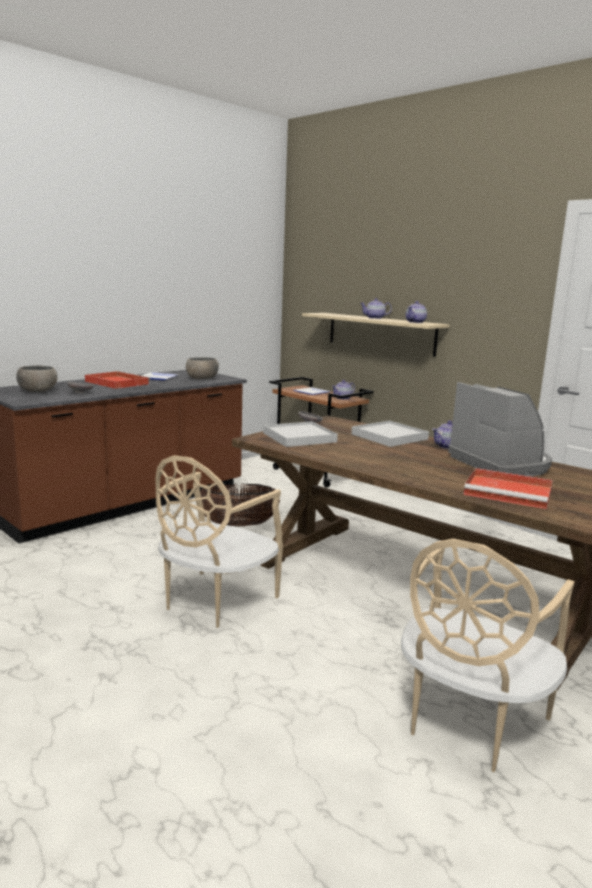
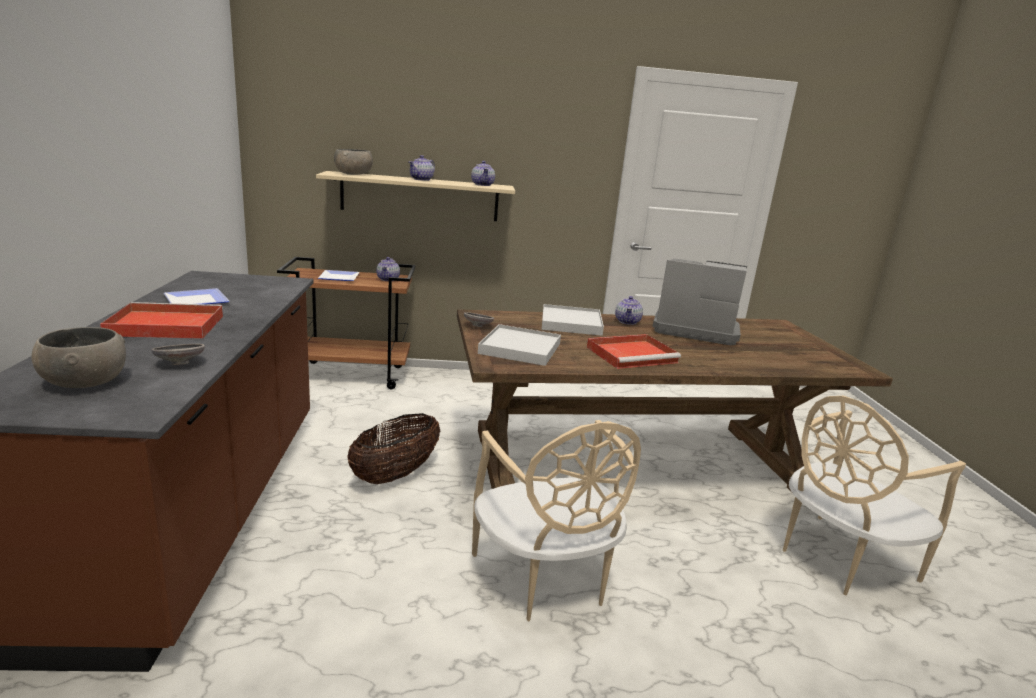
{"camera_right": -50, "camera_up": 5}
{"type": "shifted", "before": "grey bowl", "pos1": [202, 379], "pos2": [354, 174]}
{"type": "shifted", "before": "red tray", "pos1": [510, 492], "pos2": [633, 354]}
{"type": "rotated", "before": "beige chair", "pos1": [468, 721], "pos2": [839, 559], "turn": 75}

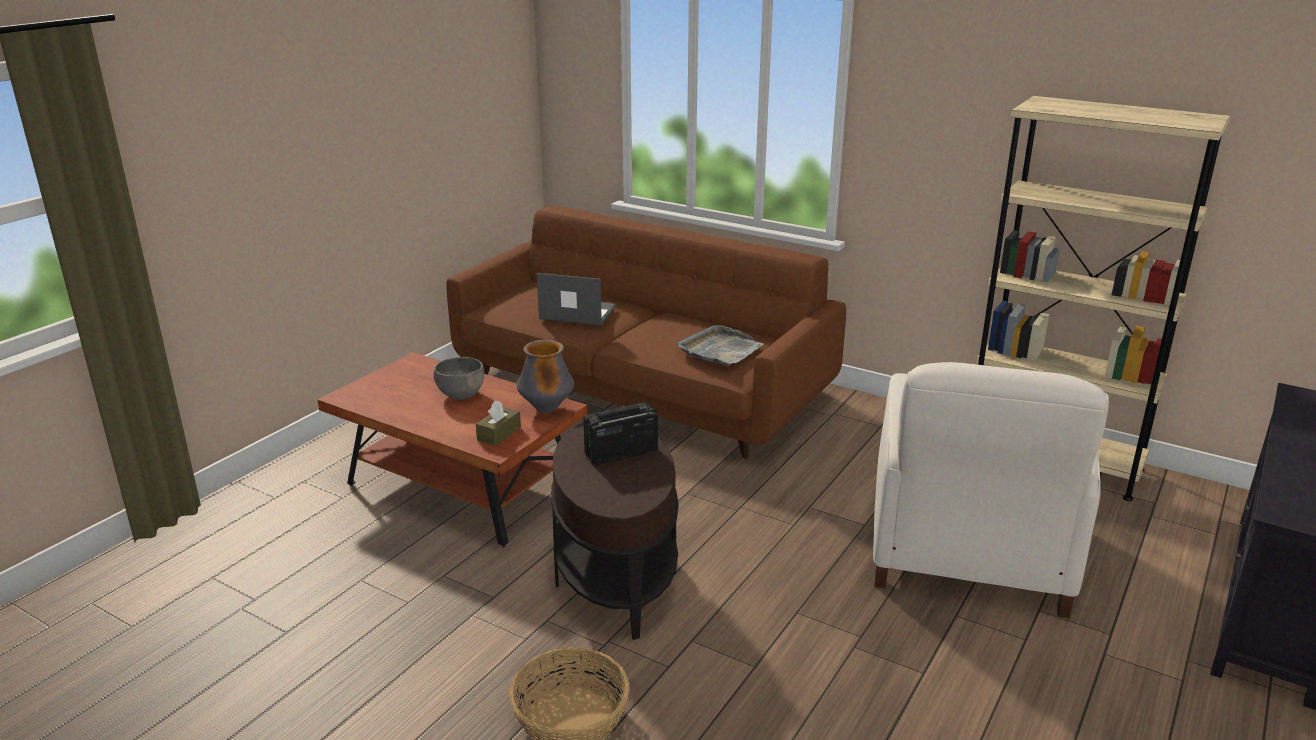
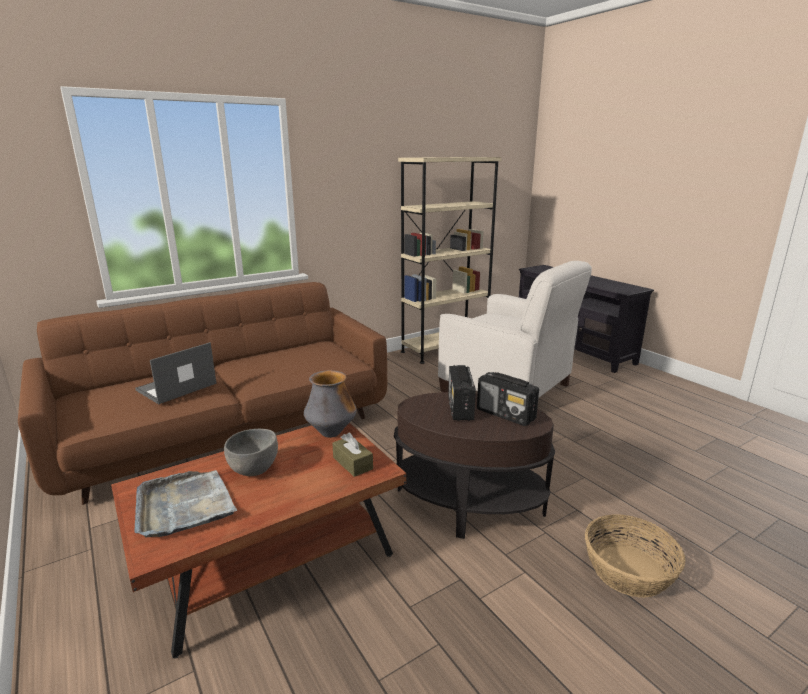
{"camera_right": -65, "camera_up": -5}
{"type": "new", "after": "radio", "pos2": [506, 414]}
{"type": "shifted", "before": "grey tray", "pos1": [720, 349], "pos2": [184, 505]}

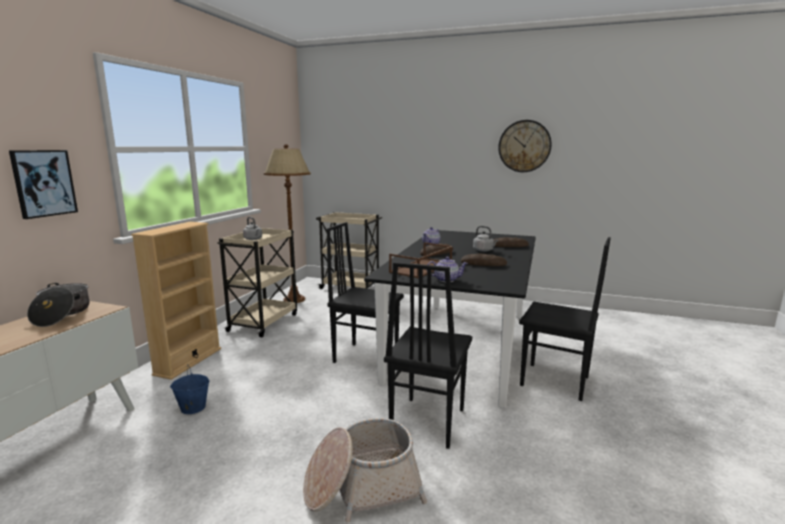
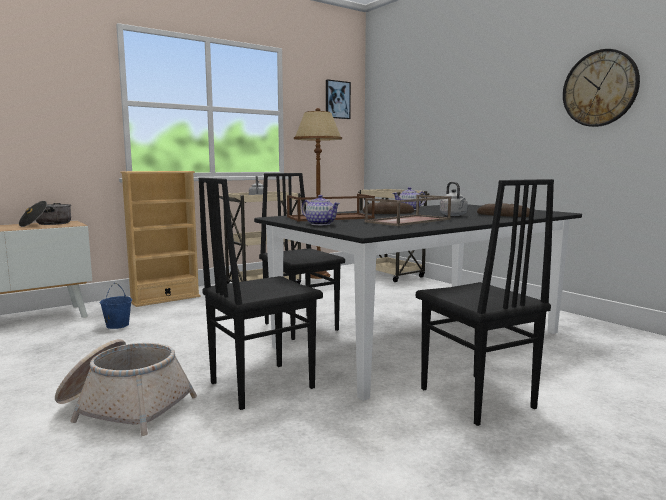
{"camera_right": 35, "camera_up": -5}
{"type": "shifted", "before": "picture", "pos1": [43, 183], "pos2": [337, 99]}
{"type": "swapped", "before": "bread", "after": "brown tray", "pos1": [483, 264], "pos2": [408, 221]}

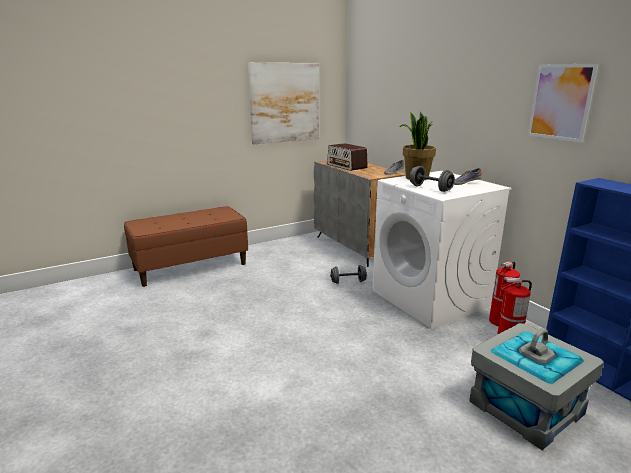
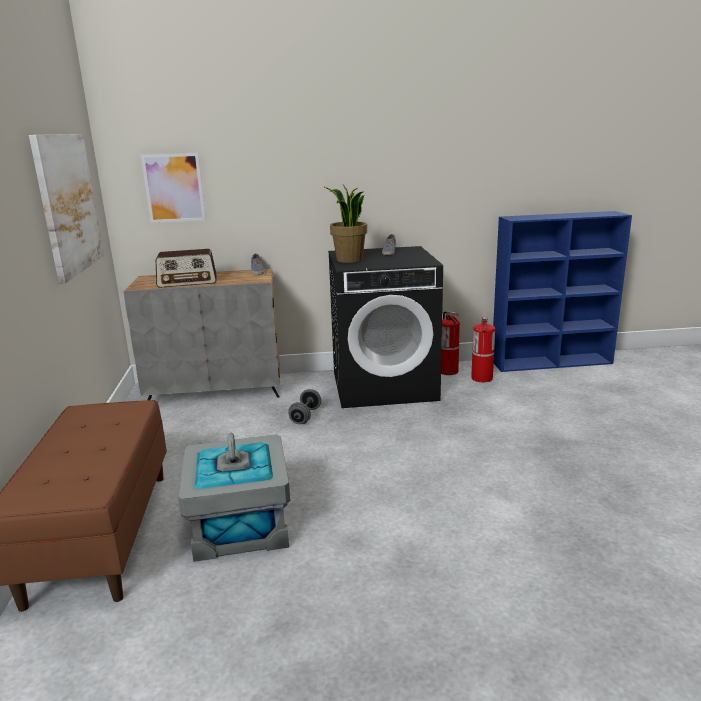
{"camera_right": -65, "camera_up": 0}
{"type": "gone", "before": "grey dumbbell", "pos1": [430, 188]}
{"type": "shifted", "before": "grey storage box", "pos1": [525, 407], "pos2": [240, 526]}
{"type": "shifted", "before": "picture", "pos1": [560, 102], "pos2": [174, 188]}
{"type": "repainted", "before": "white washing machine", "after": "black washing machine", "pos1": [431, 298], "pos2": [384, 386]}

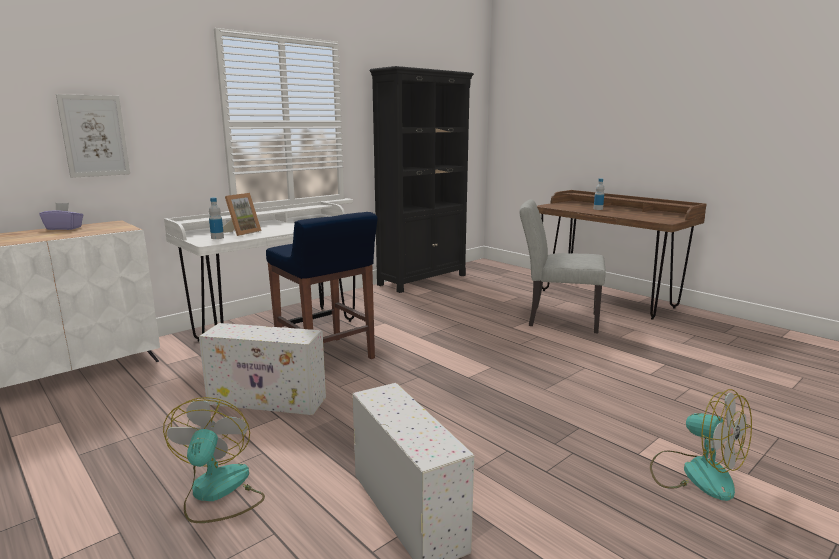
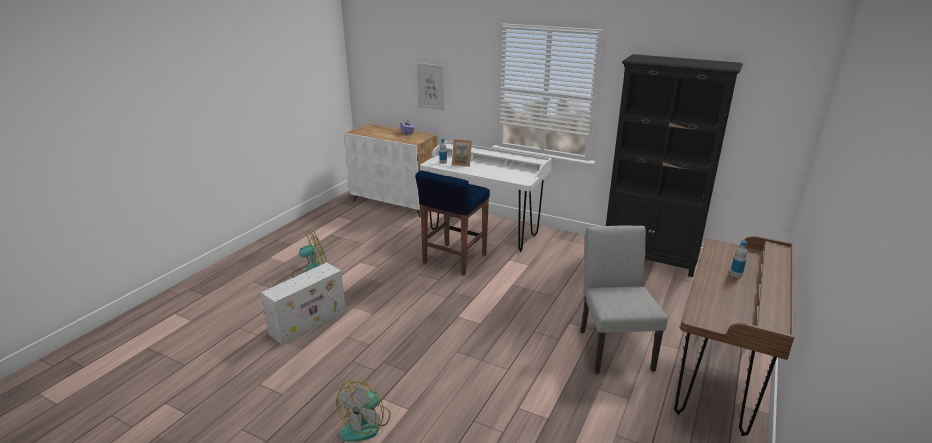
{"camera_right": 70, "camera_up": 10}
{"type": "gone", "before": "white storage box", "pos1": [268, 401]}

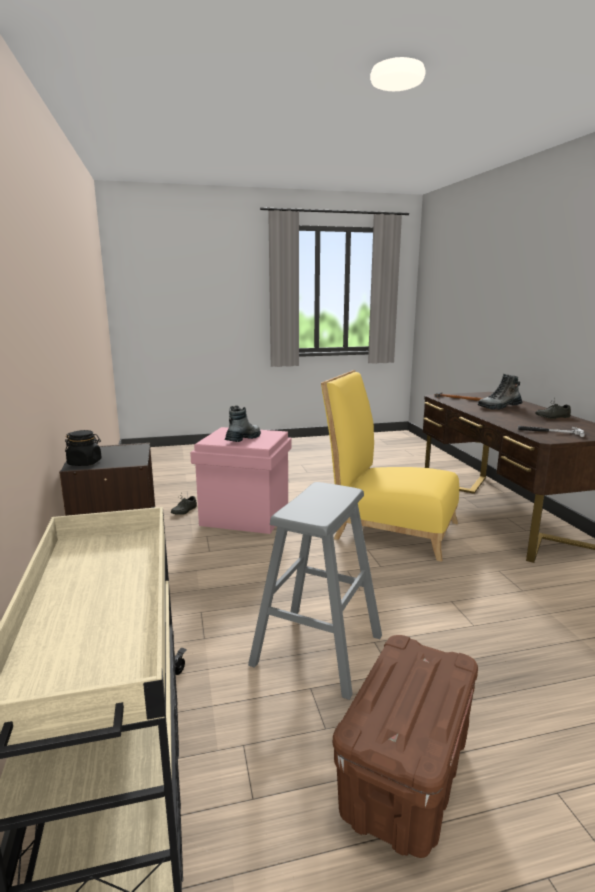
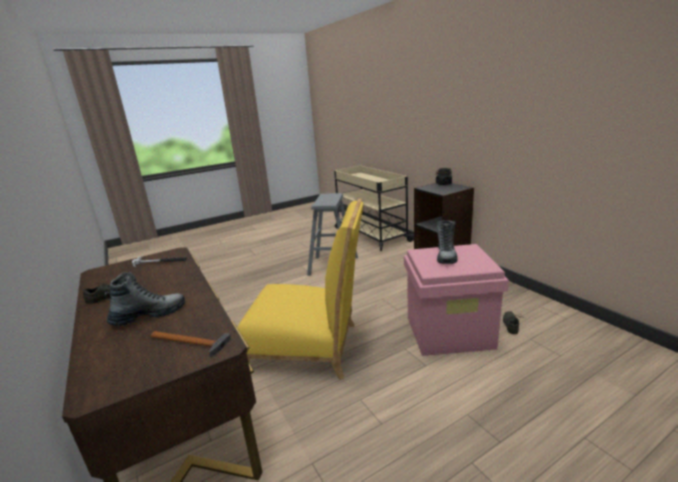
{"camera_right": 165, "camera_up": 5}
{"type": "gone", "before": "brown storage box", "pos1": [405, 775]}

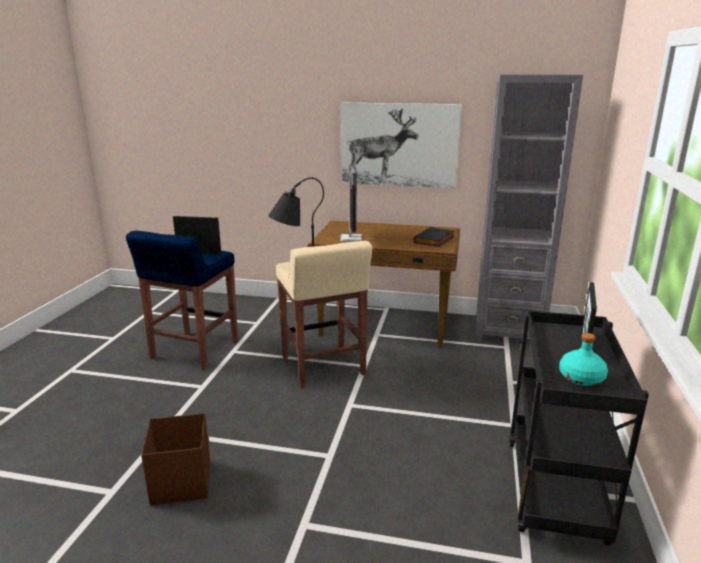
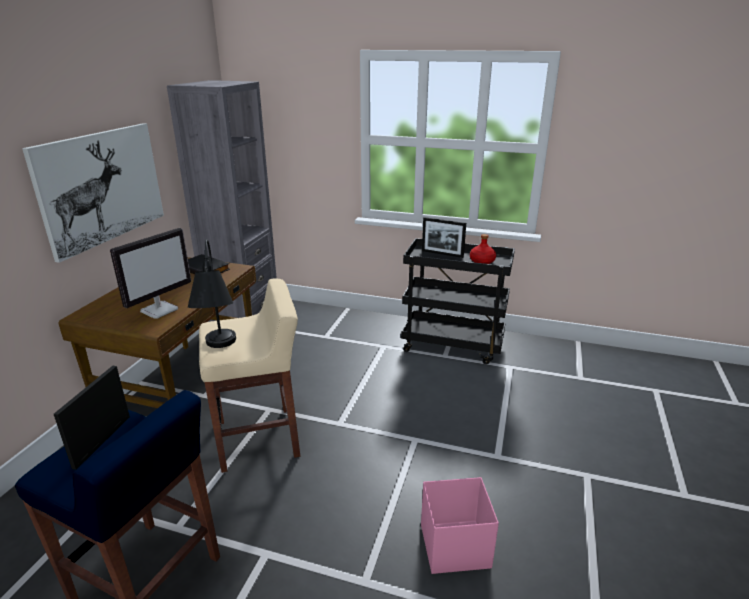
{"camera_right": -85, "camera_up": 5}
{"type": "repainted", "before": "brown storage box", "after": "pink storage box", "pos1": [182, 481], "pos2": [453, 546]}
{"type": "repainted", "before": "turquoise bottle", "after": "red bottle", "pos1": [581, 378], "pos2": [482, 261]}
{"type": "rotated", "before": "monitor", "pos1": [351, 238], "pos2": [160, 310], "turn": 120}

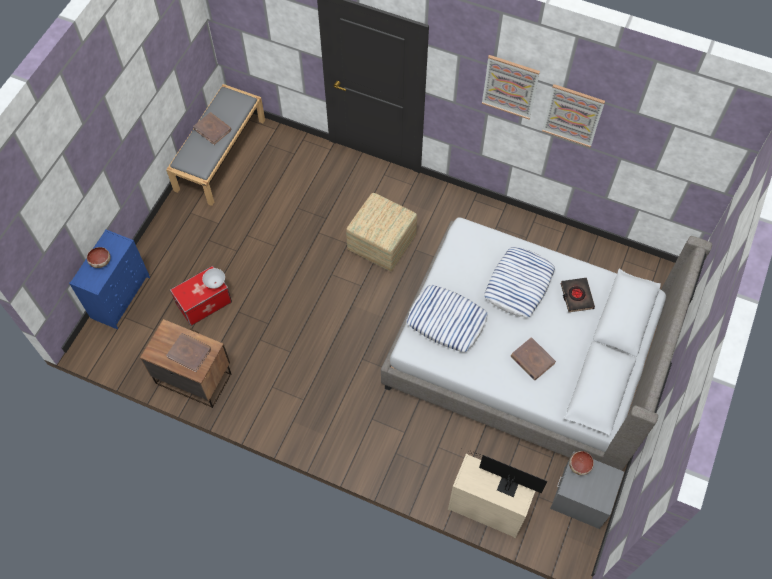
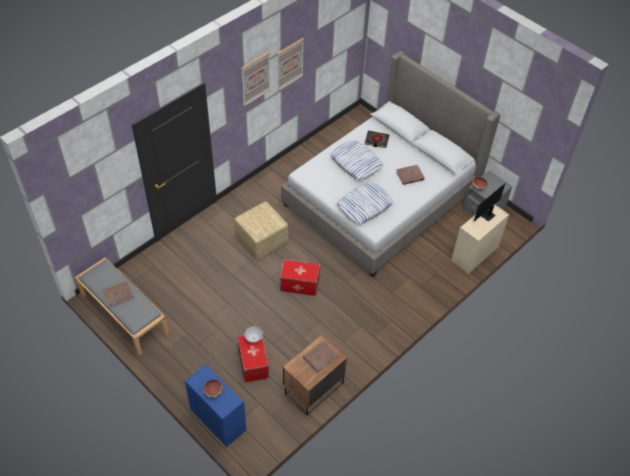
{"camera_right": -70, "camera_up": -10}
{"type": "new", "after": "storage box", "pos2": [299, 284]}

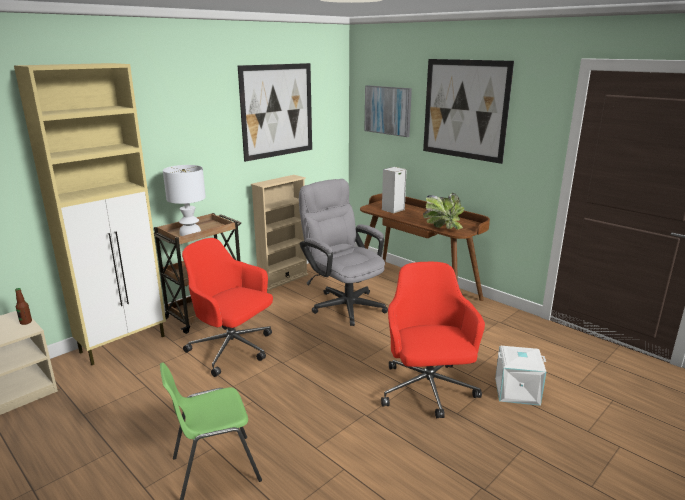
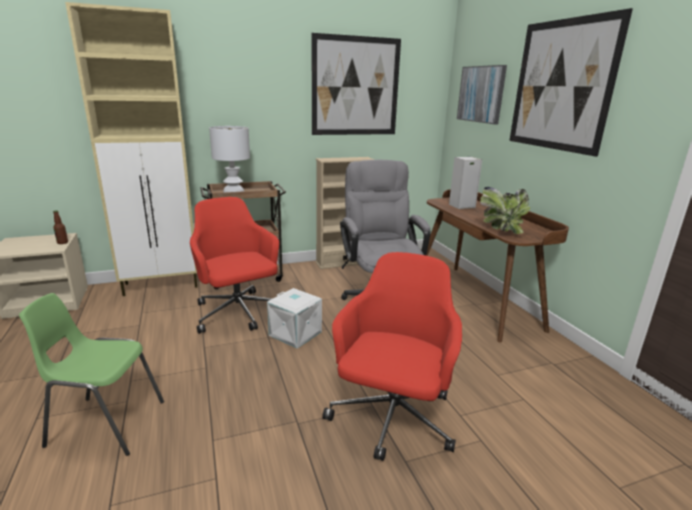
{"camera_right": 25, "camera_up": 0}
{"type": "shifted", "before": "white storage box", "pos1": [516, 391], "pos2": [294, 334]}

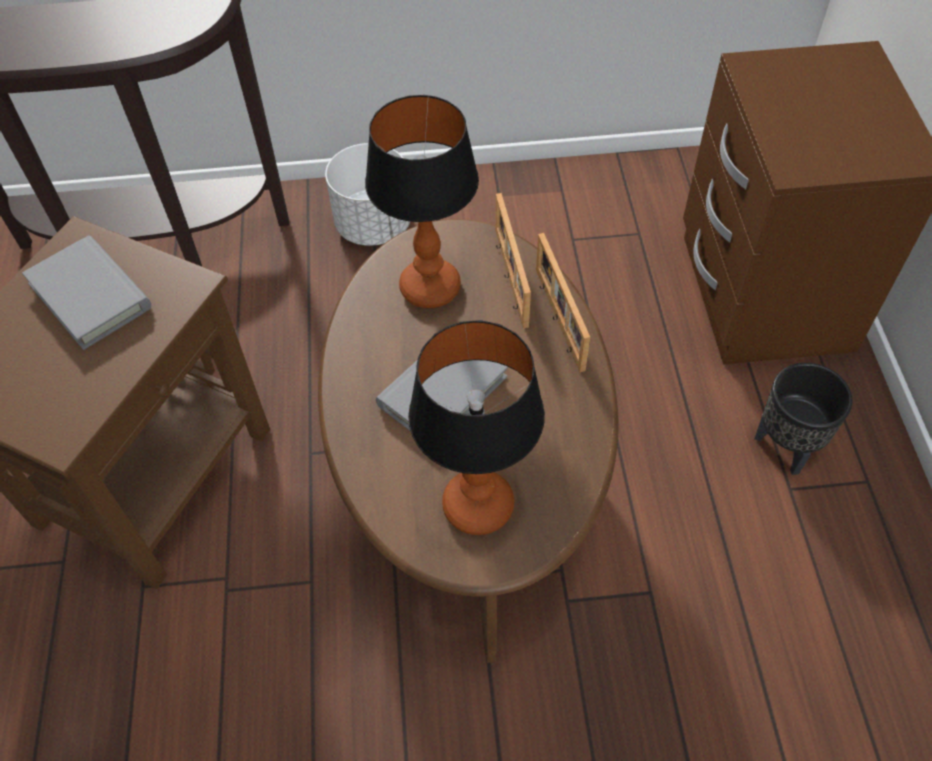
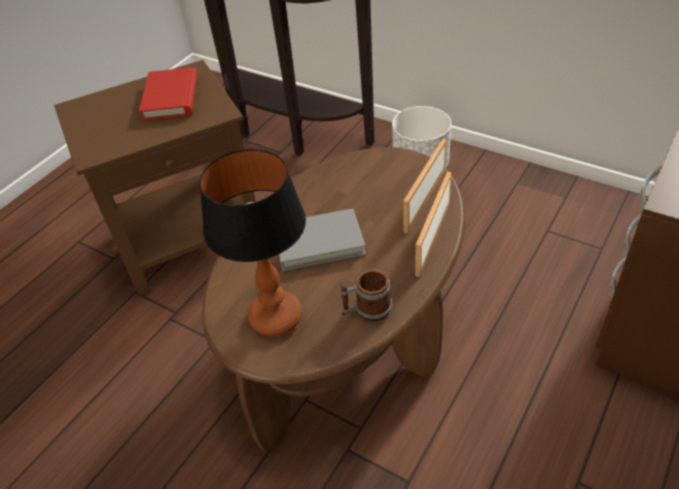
{"camera_right": 40, "camera_up": -10}
{"type": "gone", "before": "table lamp", "pos1": [429, 287]}
{"type": "gone", "before": "black planter", "pos1": [786, 447]}
{"type": "new", "after": "mug", "pos2": [366, 310]}
{"type": "repainted", "before": "grey book", "after": "red book", "pos1": [90, 296], "pos2": [171, 98]}

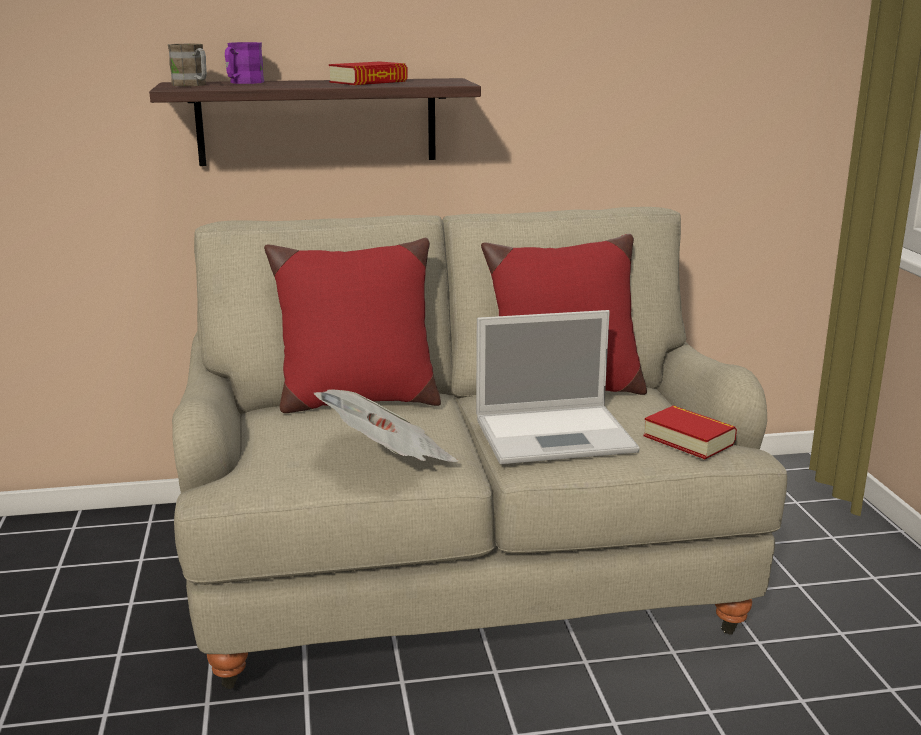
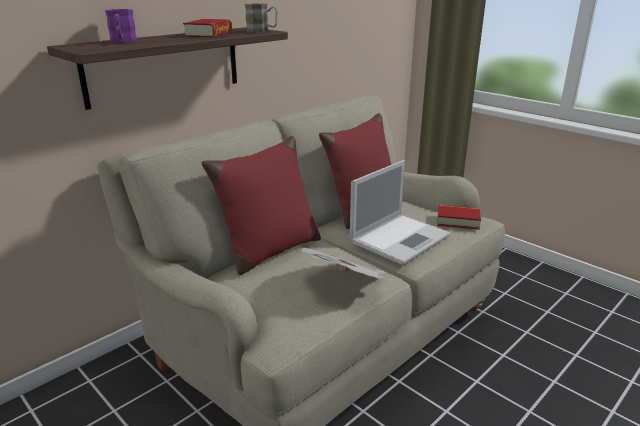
{"camera_right": -35, "camera_up": 5}
{"type": "shifted", "before": "brown mug", "pos1": [193, 85], "pos2": [262, 31]}

